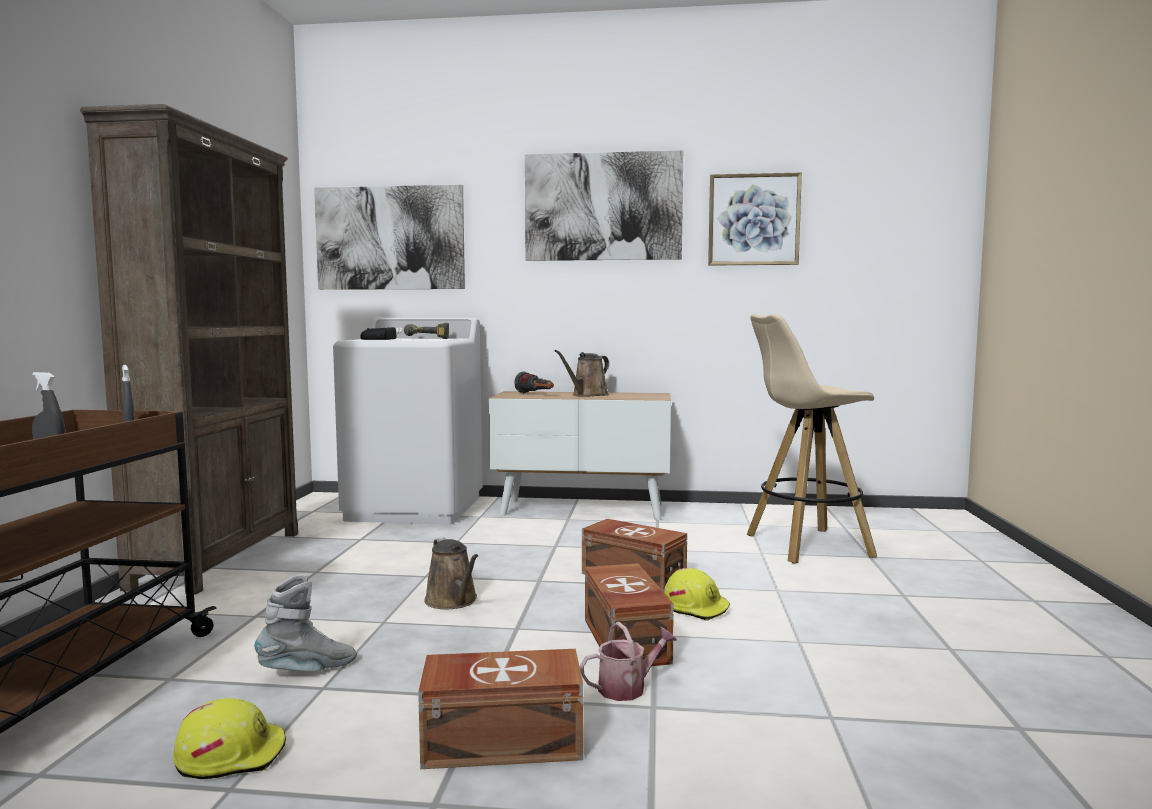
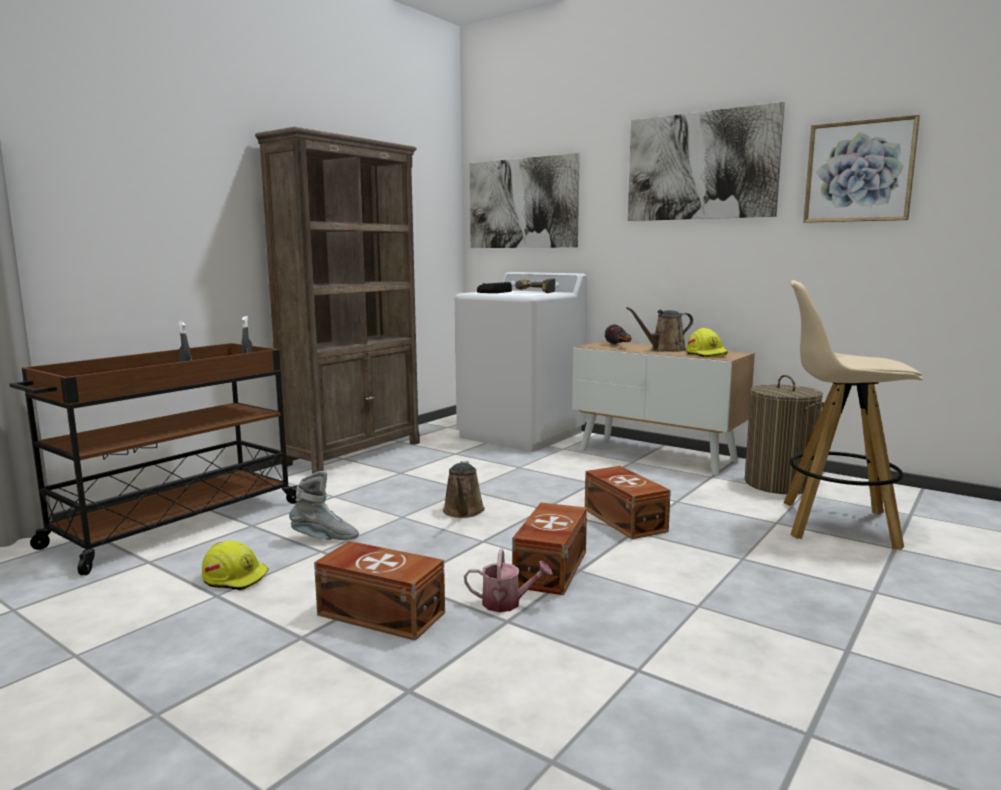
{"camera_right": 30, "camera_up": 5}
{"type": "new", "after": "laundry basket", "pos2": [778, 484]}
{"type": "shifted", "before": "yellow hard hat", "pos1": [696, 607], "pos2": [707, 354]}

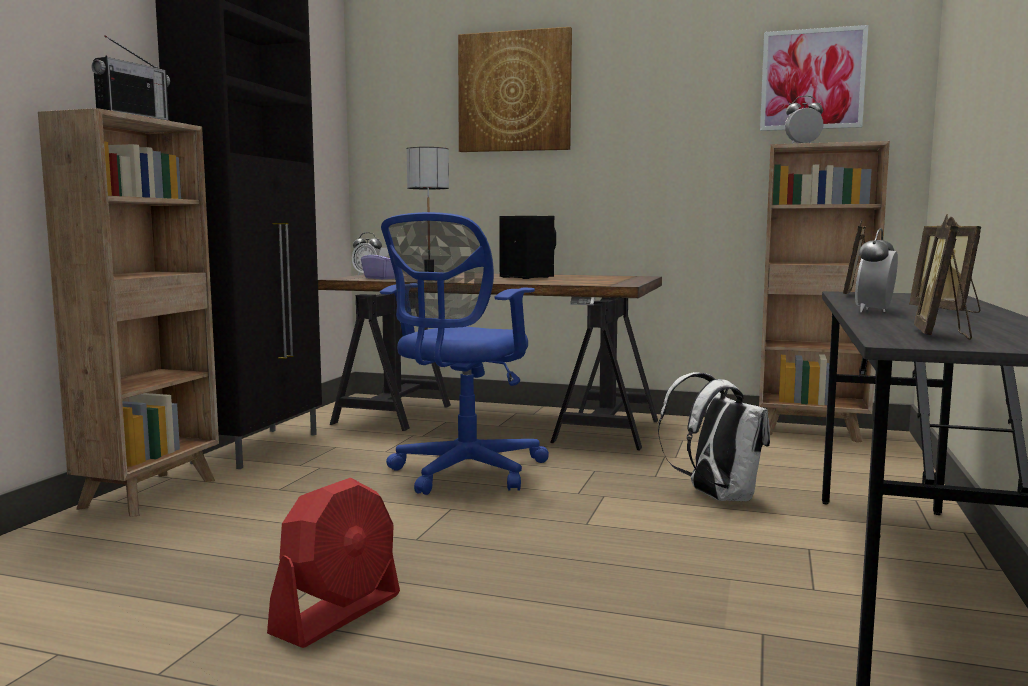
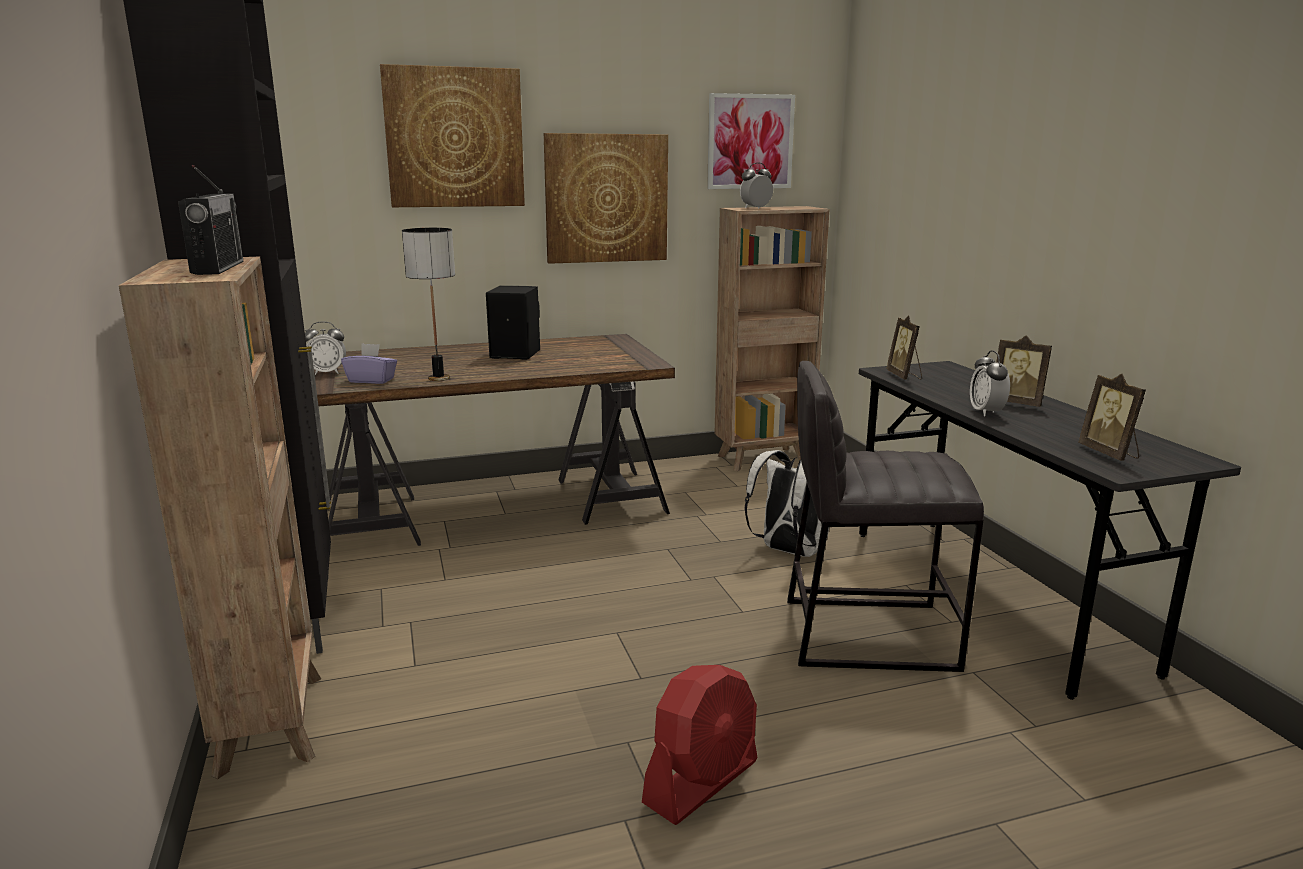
{"camera_right": -35, "camera_up": 10}
{"type": "gone", "before": "blue office chair", "pos1": [463, 473]}
{"type": "new", "after": "picture", "pos2": [606, 198]}
{"type": "new", "after": "grey stool", "pos2": [867, 633]}
{"type": "rotated", "before": "red fan", "pos1": [338, 614], "pos2": [702, 782], "turn": 45}

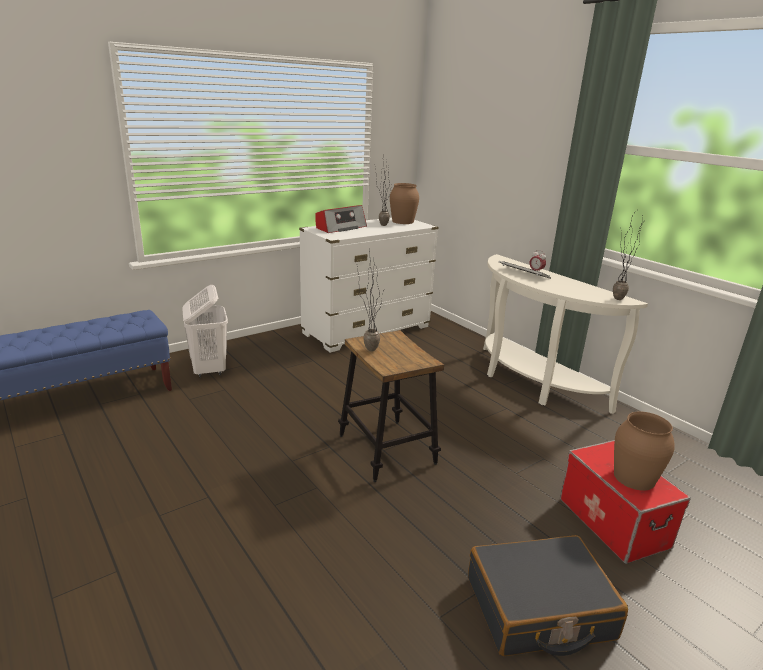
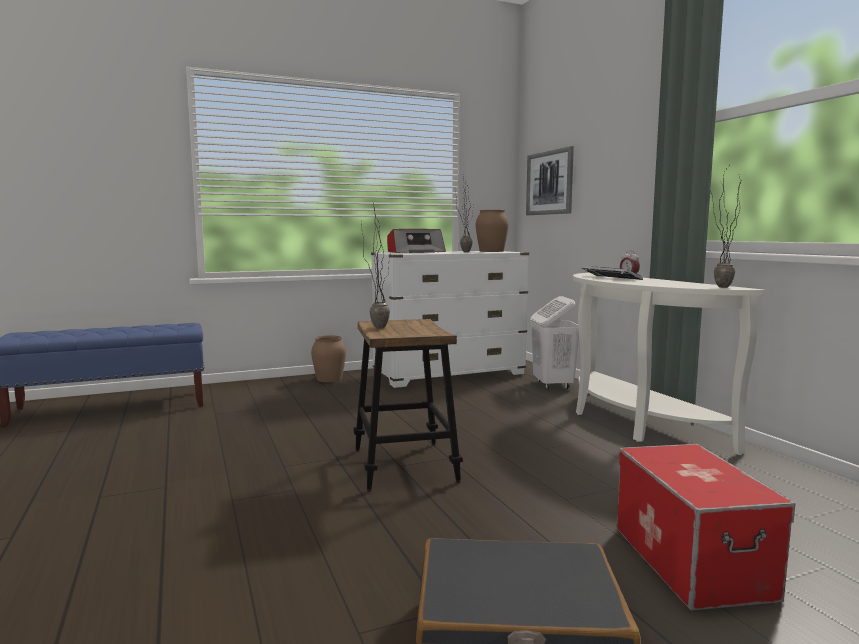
{"camera_right": 15, "camera_up": -15}
{"type": "new", "after": "picture", "pos2": [549, 183]}
{"type": "shifted", "before": "white laundry basket", "pos1": [209, 370], "pos2": [552, 385]}
{"type": "shifted", "before": "brown vase", "pos1": [633, 478], "pos2": [329, 379]}

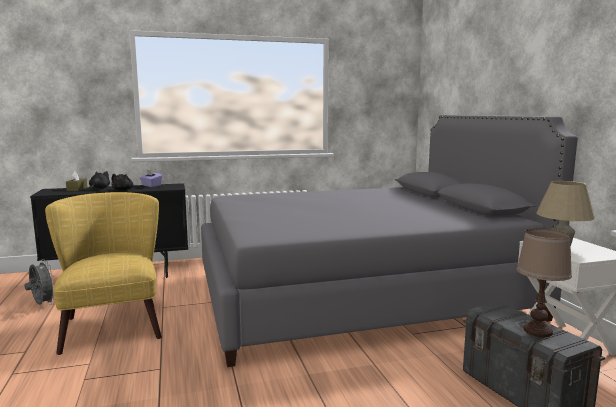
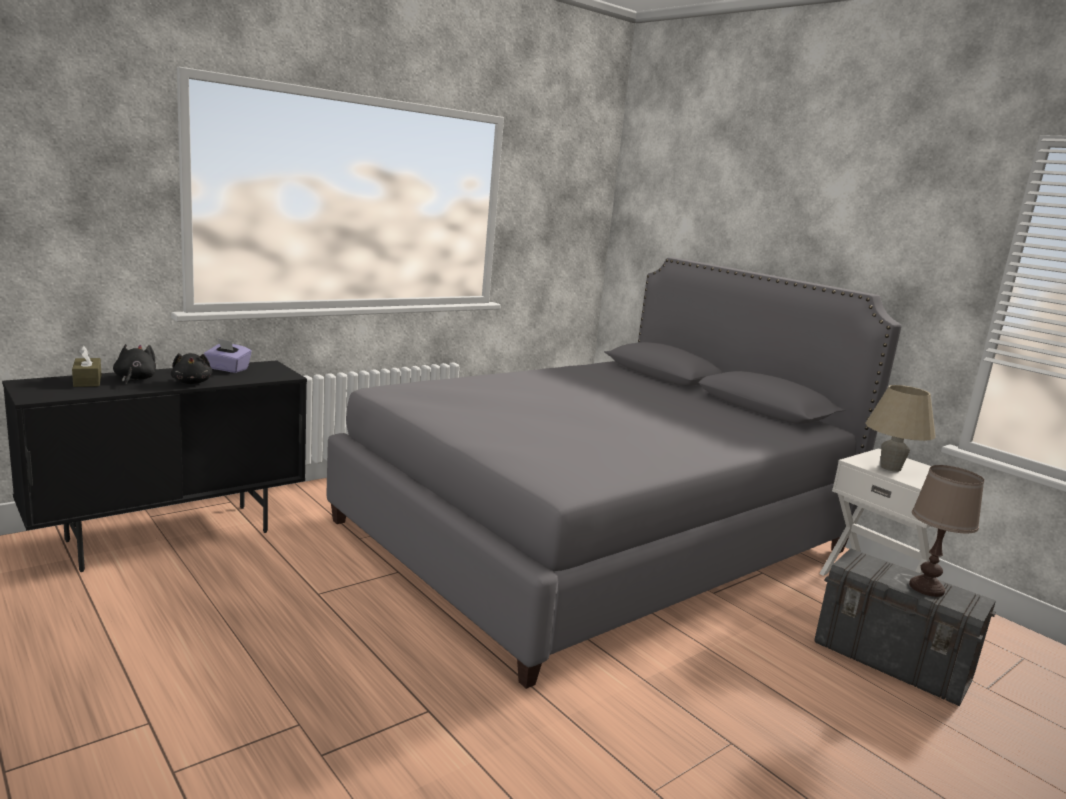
{"camera_right": -25, "camera_up": 5}
{"type": "gone", "before": "grey fan", "pos1": [42, 305]}
{"type": "gone", "before": "yellow armchair", "pos1": [113, 323]}

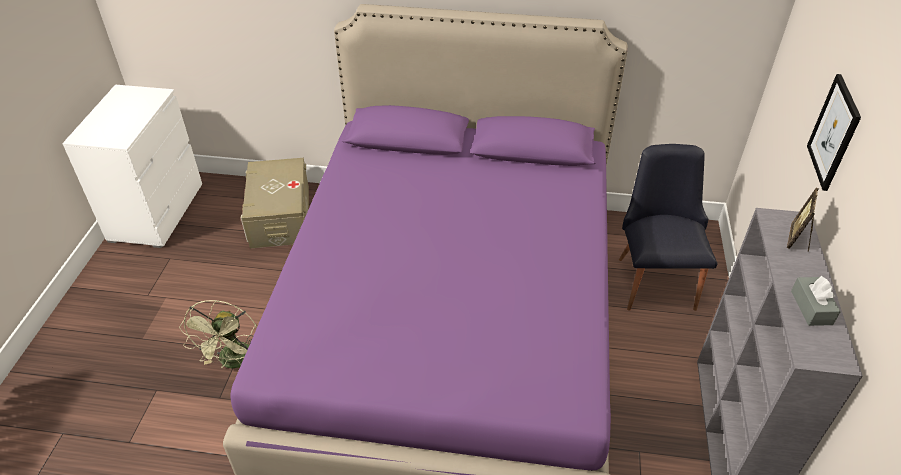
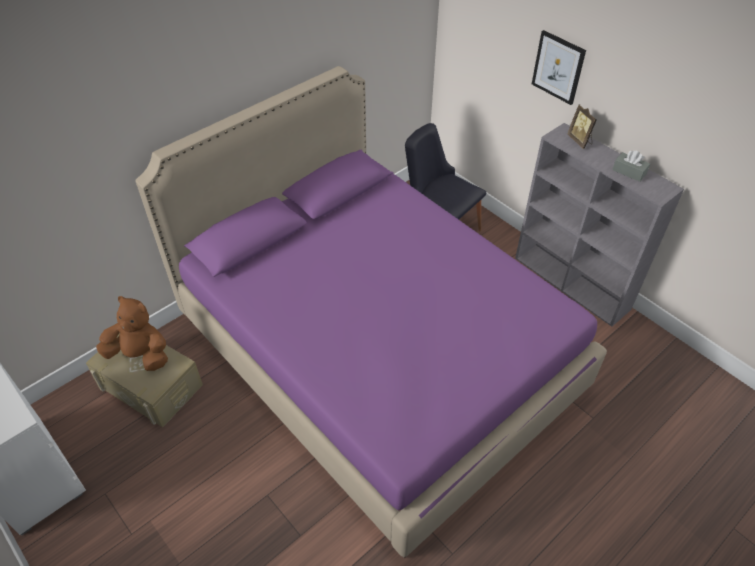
{"camera_right": -50, "camera_up": 5}
{"type": "gone", "before": "green fan", "pos1": [235, 362]}
{"type": "new", "after": "brown plush toy", "pos2": [140, 355]}

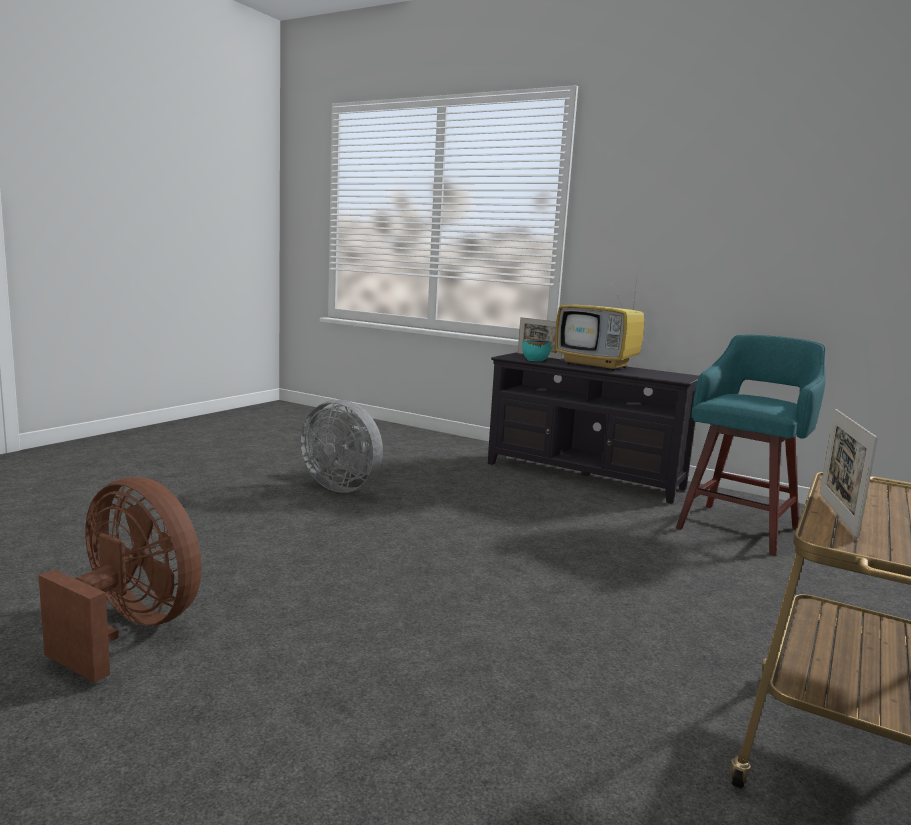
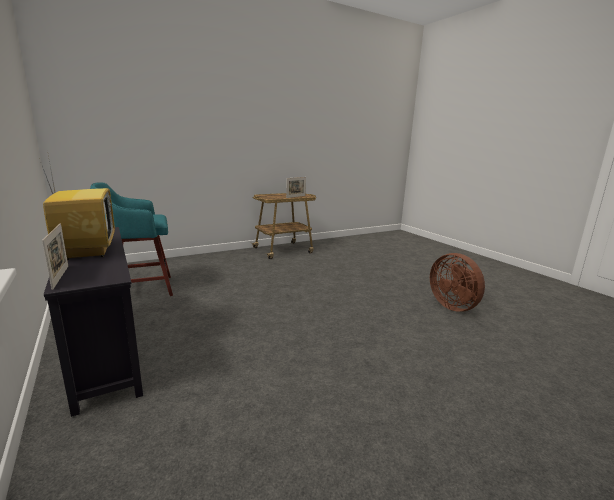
{"camera_right": -150, "camera_up": 5}
{"type": "gone", "before": "grey fan", "pos1": [344, 487]}
{"type": "gone", "before": "turquoise bowl", "pos1": [535, 360]}

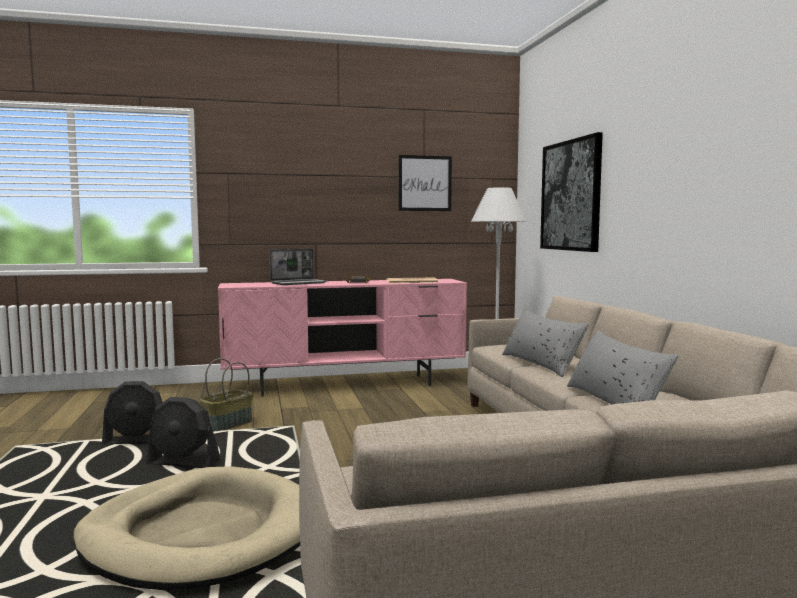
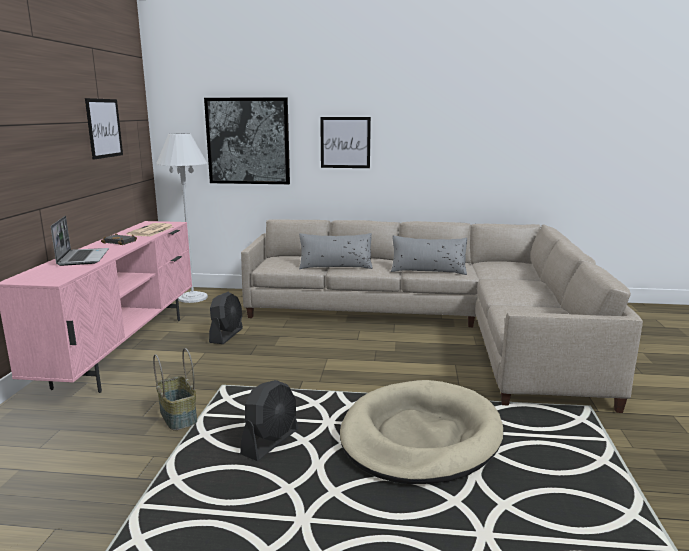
{"camera_right": -70, "camera_up": 10}
{"type": "new", "after": "picture", "pos2": [345, 142]}
{"type": "shifted", "before": "black fan", "pos1": [138, 441], "pos2": [226, 335]}

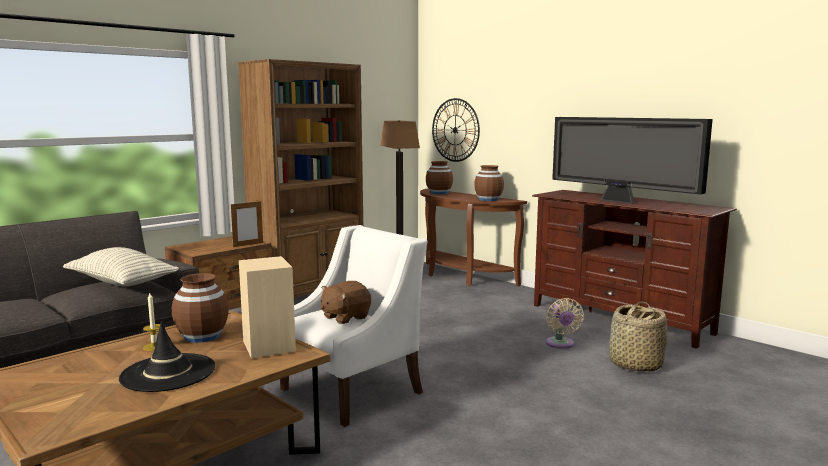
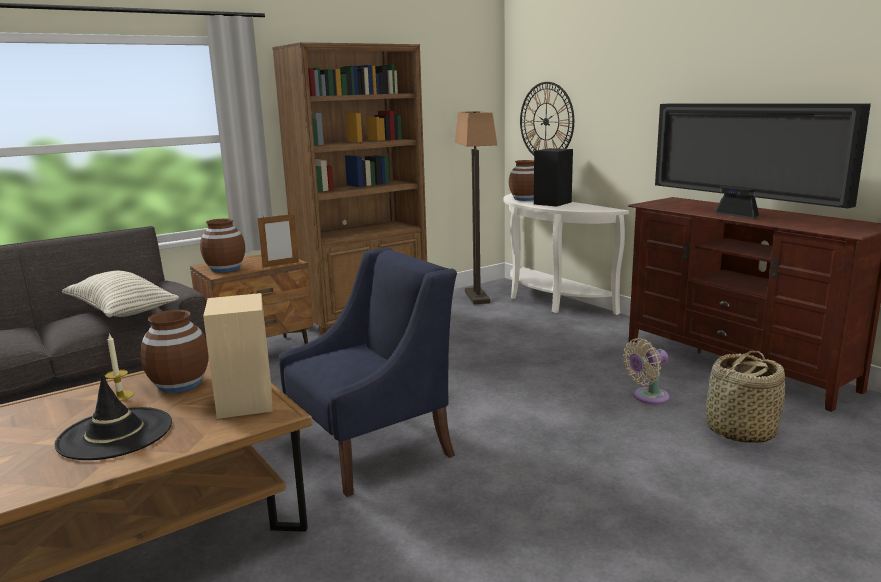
{"camera_right": 10, "camera_up": 5}
{"type": "gone", "before": "brown plush toy", "pos1": [345, 317]}
{"type": "new", "after": "black speaker", "pos2": [553, 203]}
{"type": "shifted", "before": "brown vase", "pos1": [488, 199], "pos2": [225, 268]}
{"type": "repainted", "before": "white armchair", "after": "blue armchair", "pos1": [353, 390], "pos2": [373, 447]}
{"type": "repainted", "before": "brown console table", "after": "white console table", "pos1": [460, 277], "pos2": [549, 300]}
{"type": "rotated", "before": "beige fan", "pos1": [560, 344], "pos2": [647, 397], "turn": 60}

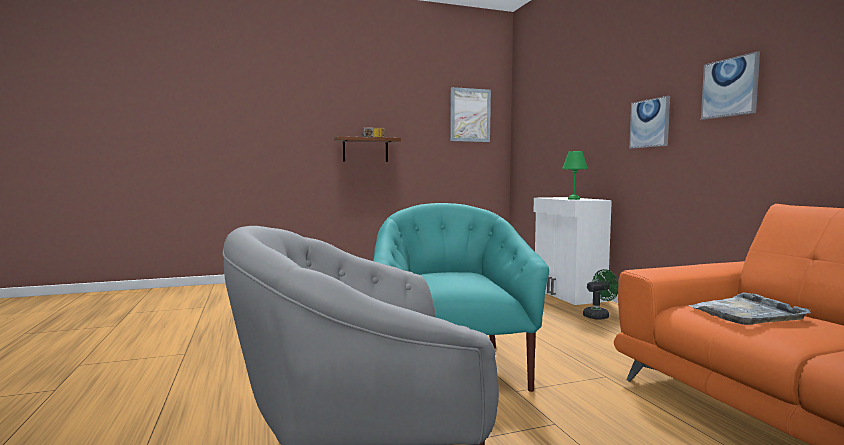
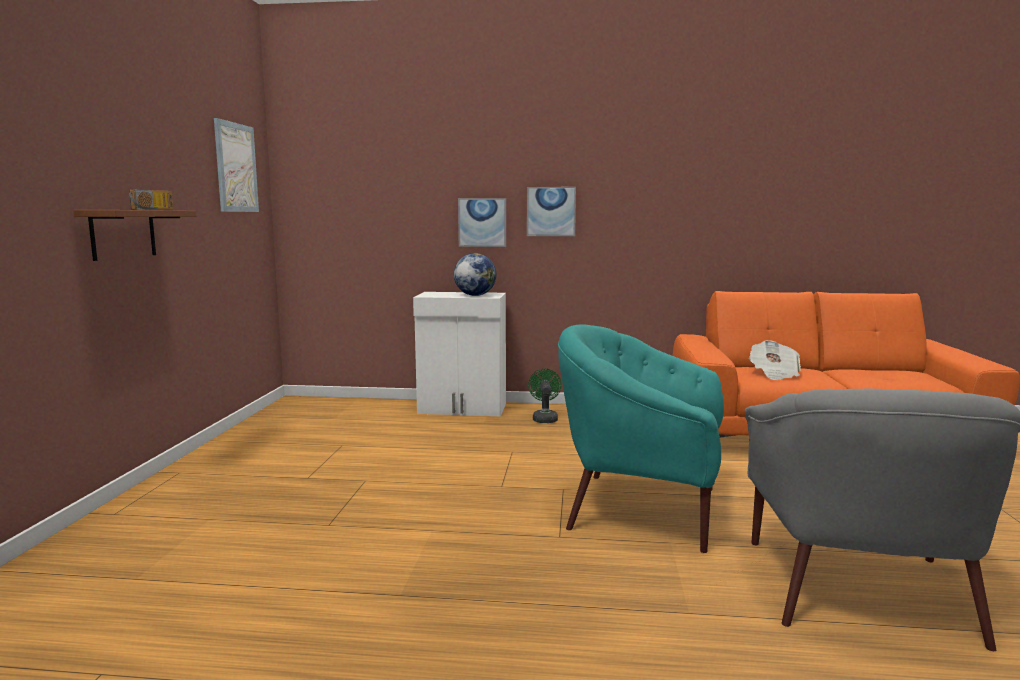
{"camera_right": -65, "camera_up": 5}
{"type": "shifted", "before": "picture", "pos1": [730, 87], "pos2": [482, 222]}
{"type": "swapped", "before": "green table lamp", "after": "globe", "pos1": [573, 199], "pos2": [475, 295]}
{"type": "swapped", "before": "grey tray", "after": "newspaper", "pos1": [746, 313], "pos2": [774, 374]}

